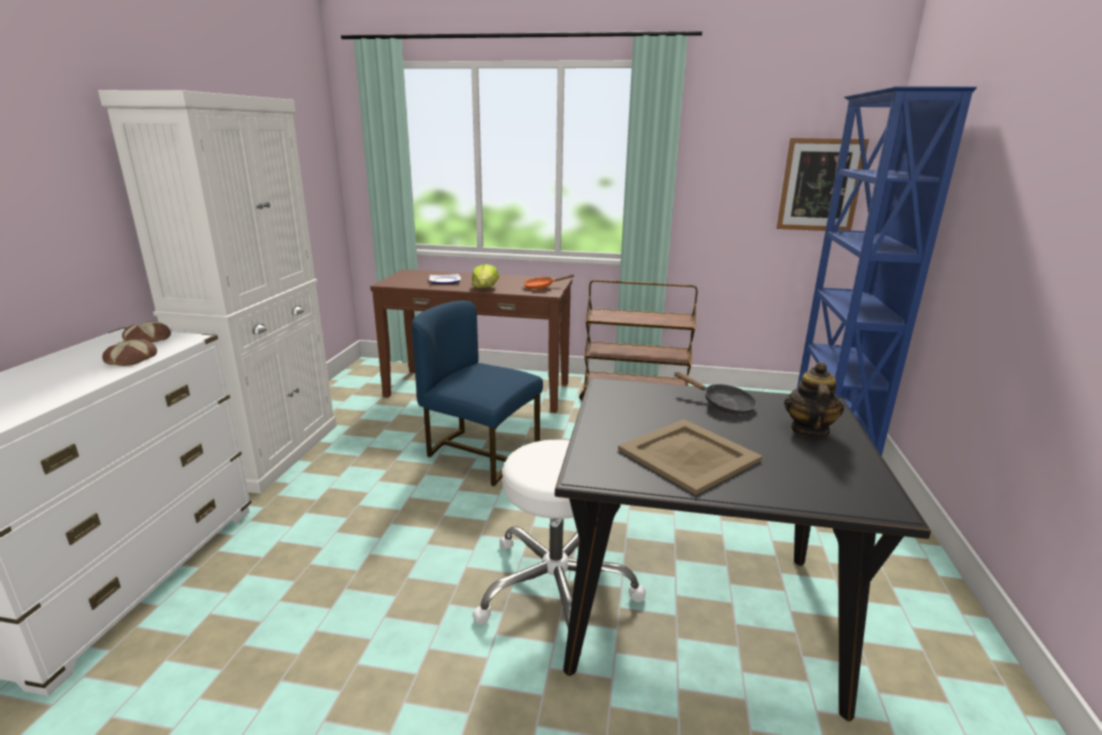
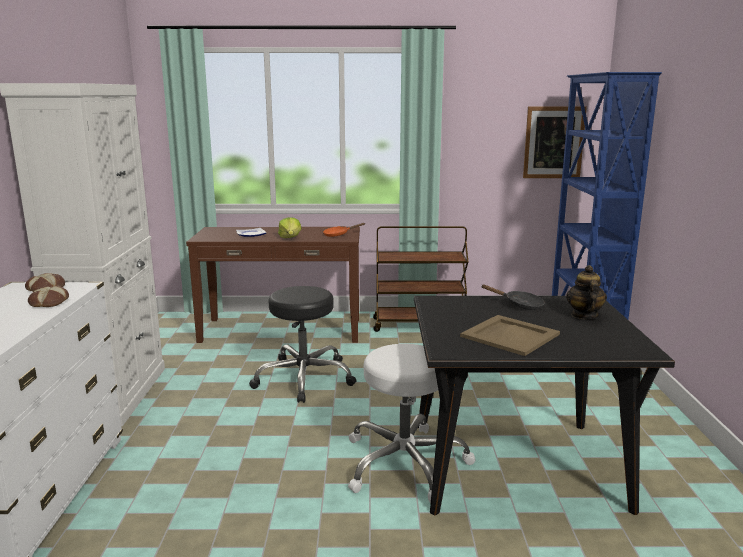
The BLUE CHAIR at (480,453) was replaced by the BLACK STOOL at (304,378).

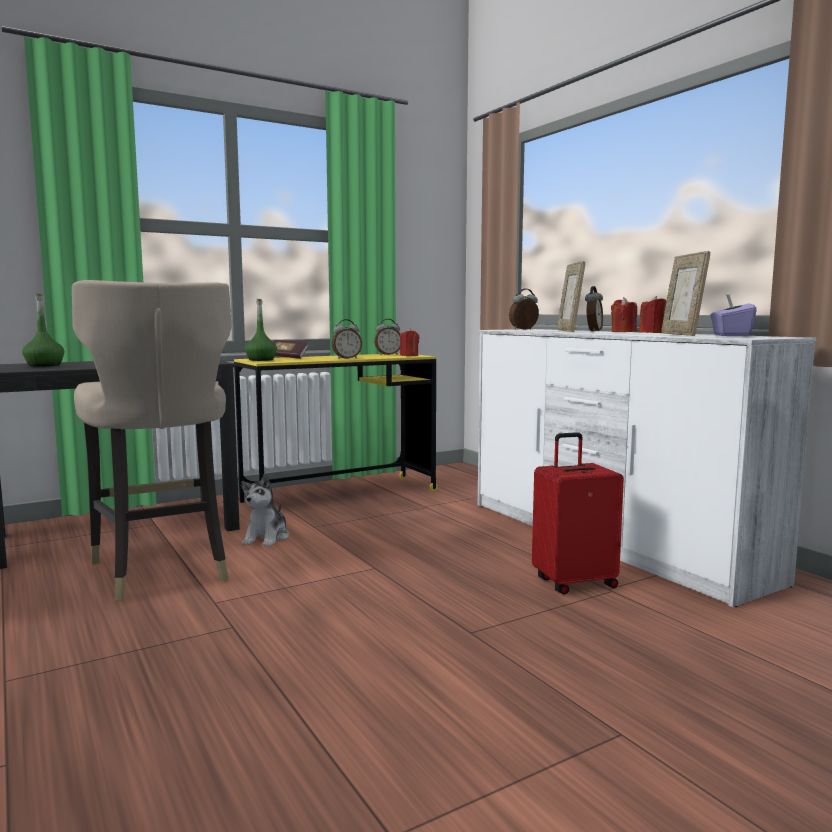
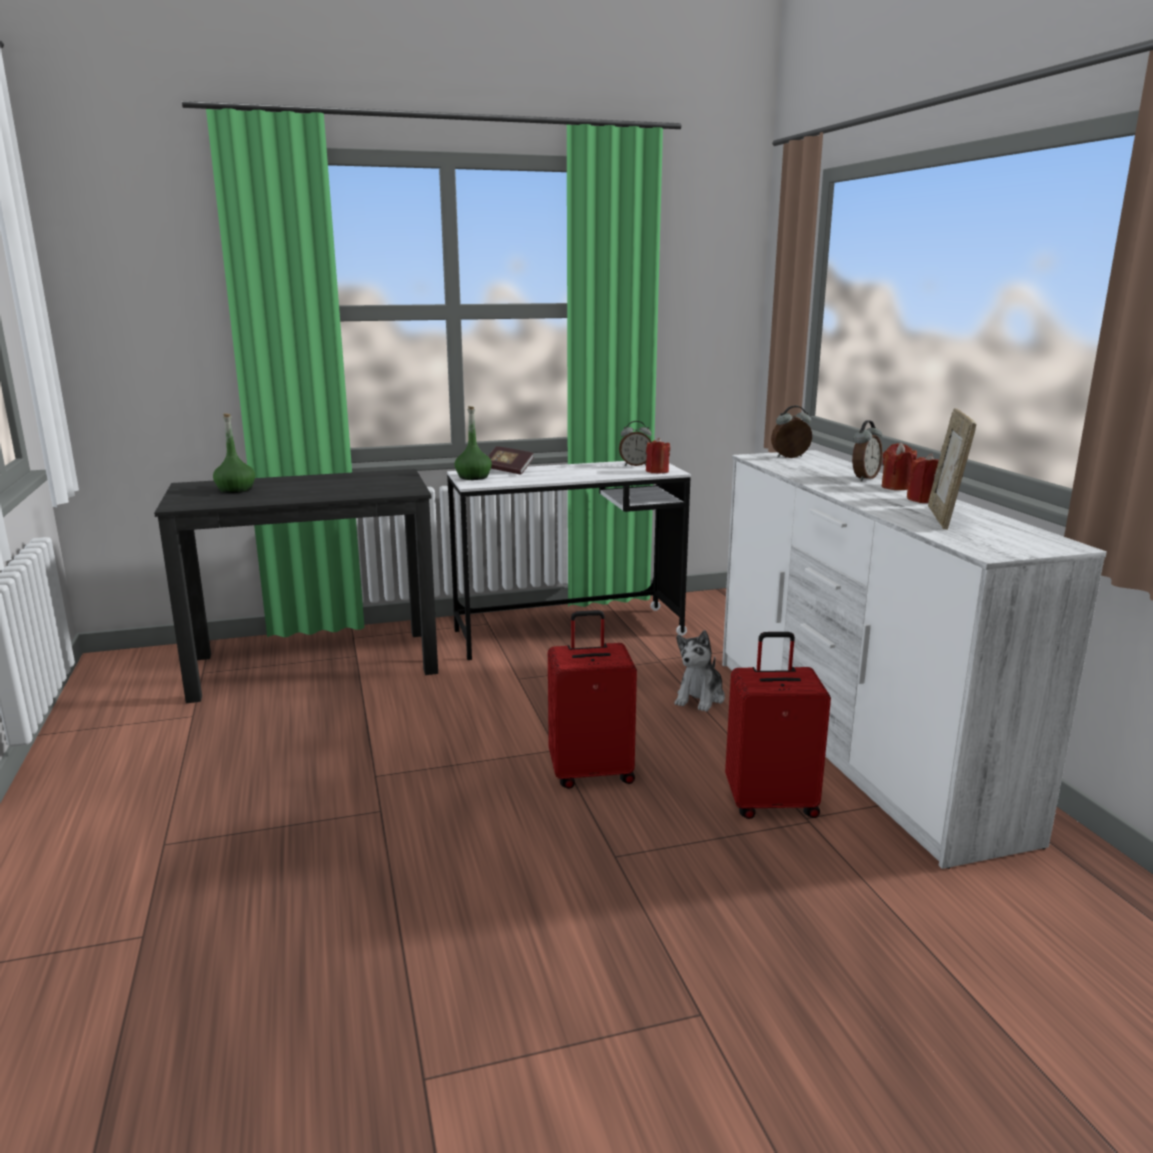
The BEIGE STOOL at (162,569) disappeared. The ALARM CLOCK at (346,358) disappeared. The PICTURE FRAME at (569,331) disappeared. The PURPLE TISSUE BOX at (730,335) disappeared. The RED SUITCASE at (591,772) appeared. The PLUSH TOY moved from (267,538) to (700,698). The YELLOW DESK at (340,496) became the WHITE DESK at (569,632).

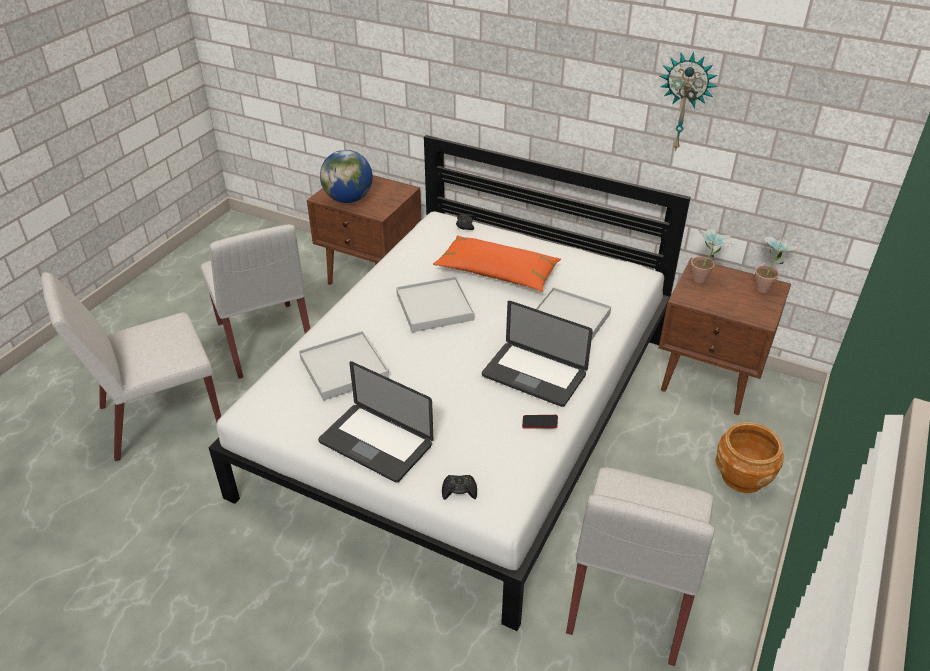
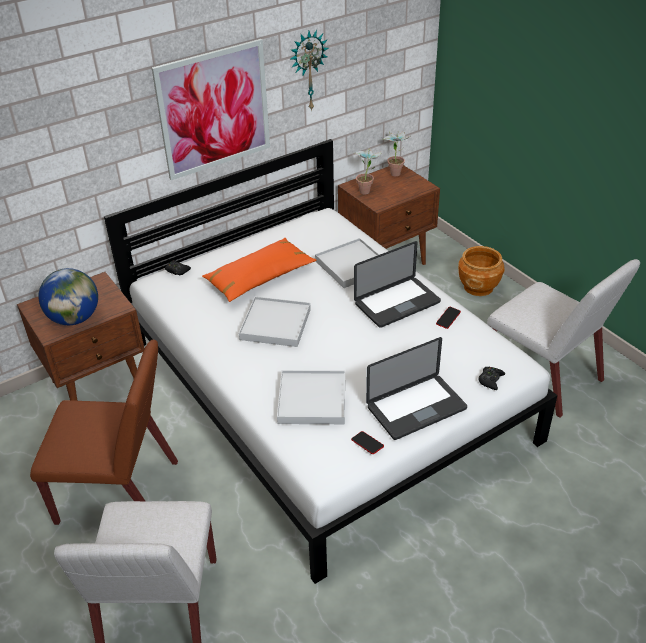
The PICTURE at (214,110) appeared. The PHONE at (367,444) appeared. The WHITE CHAIR at (266,341) became the BROWN CHAIR at (120,492).

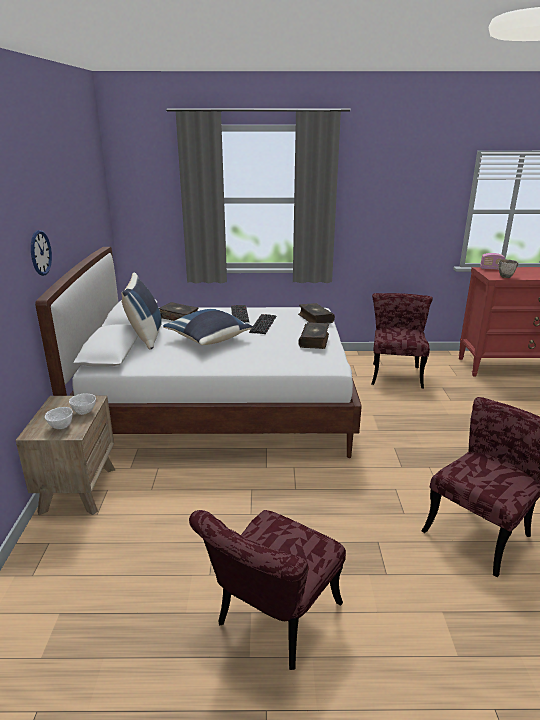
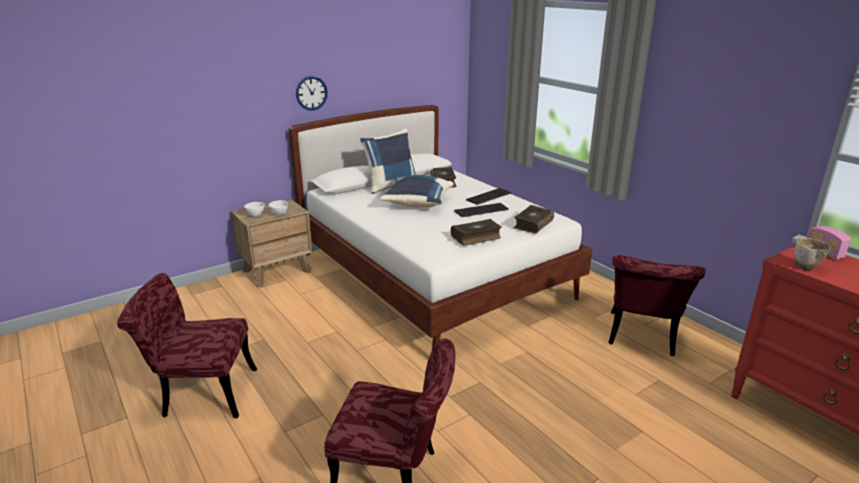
The RED CHAIR at (396,372) turned 135 degrees clockwise.

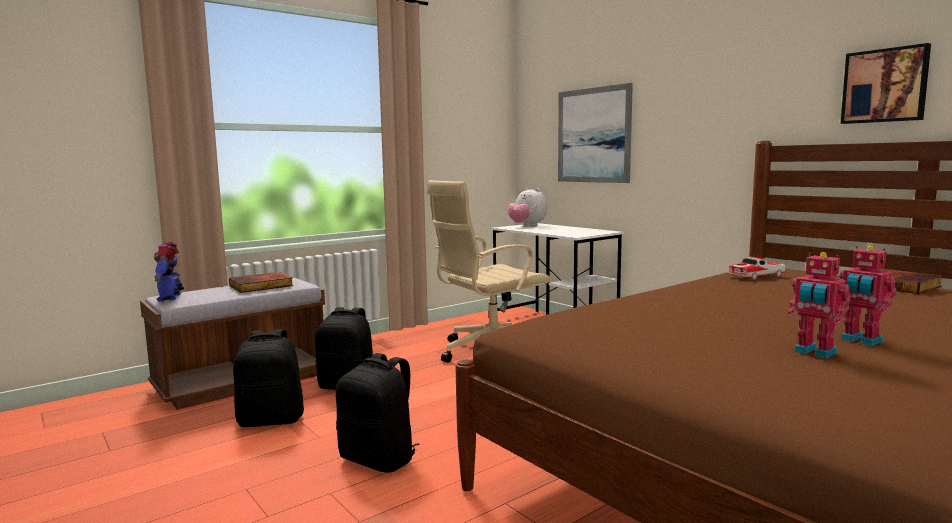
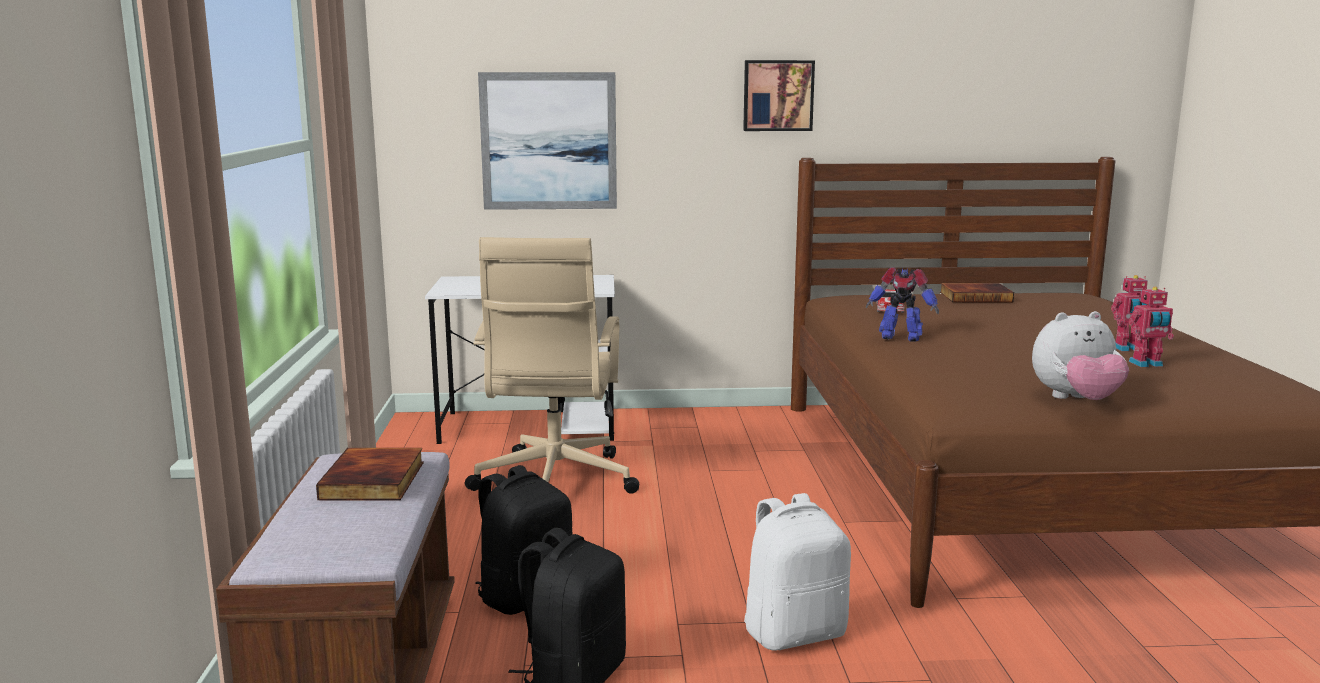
The TOY ROBOT moved from (171,297) to (900,337). The PLUSH TOY moved from (527,226) to (1076,400). The PICTURE moved from (885,86) to (778,95). The BLACK BACKPACK at (379,459) became the WHITE BACKPACK at (794,633).

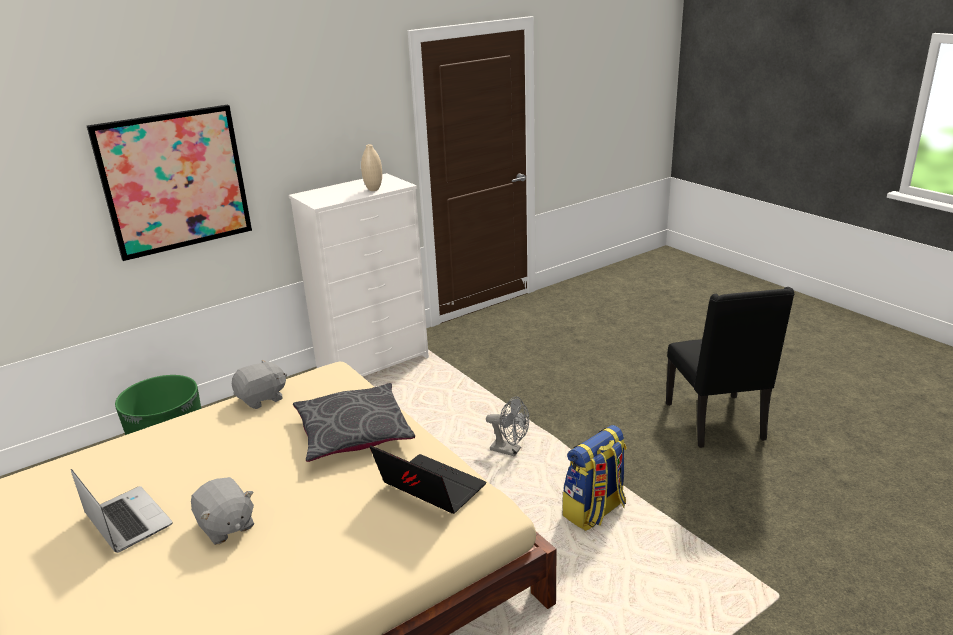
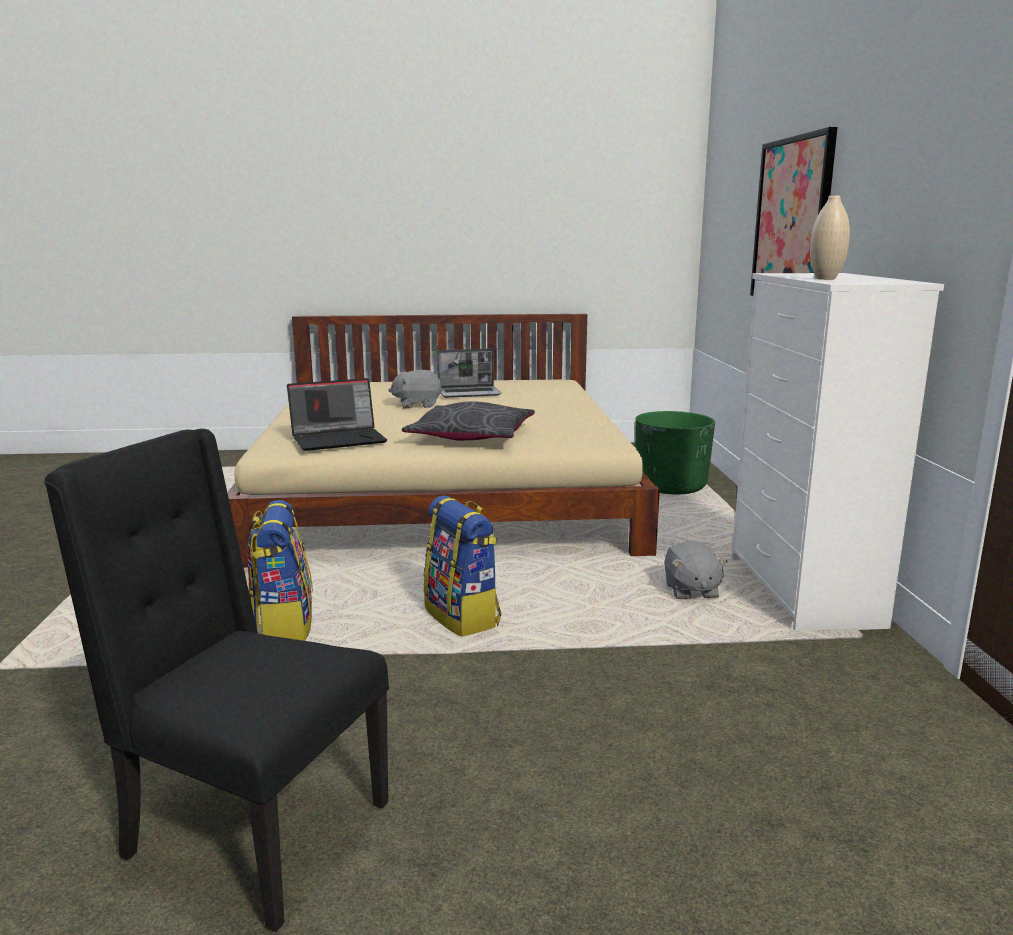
The GREY PLUSH TOY moved from (262,398) to (691,591). The GREY FAN at (510,450) was replaced by the BACKPACK at (463,617).

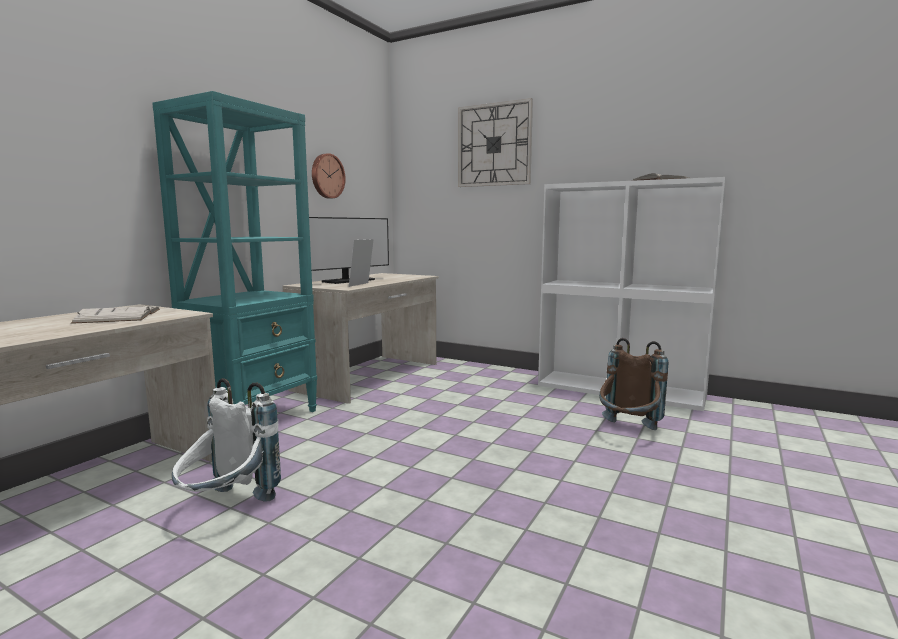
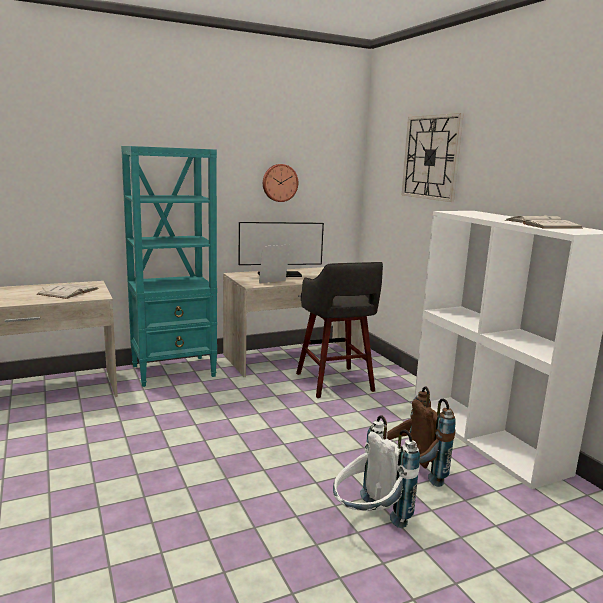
The GREY STOOL at (335,383) appeared. The WHITE BACKPACK moved from (227,508) to (368,521).

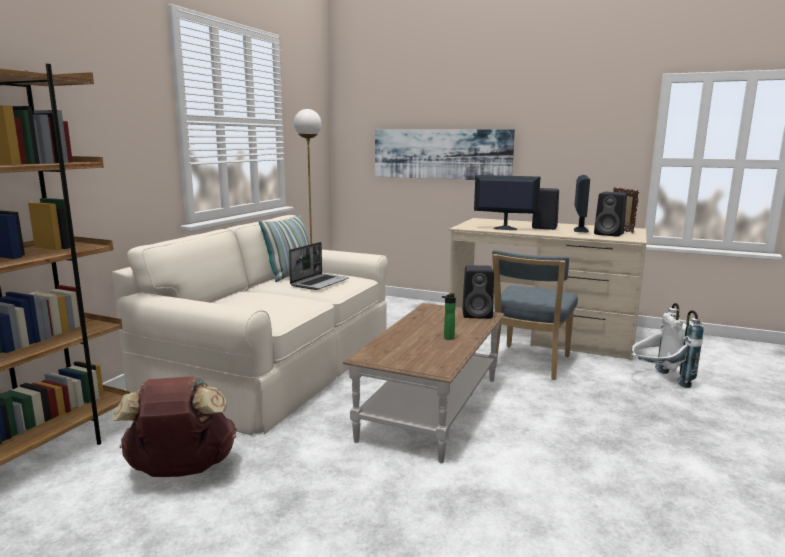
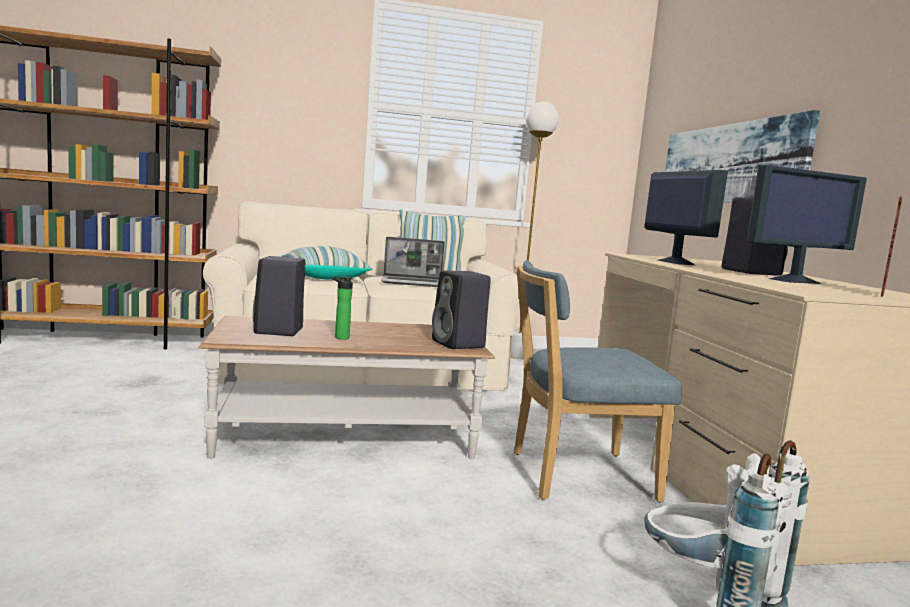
The BROWN BACKPACK at (181,471) disappeared. The PILLOW at (324,277) appeared. The BLACK SPEAKER moved from (610,234) to (279,331).

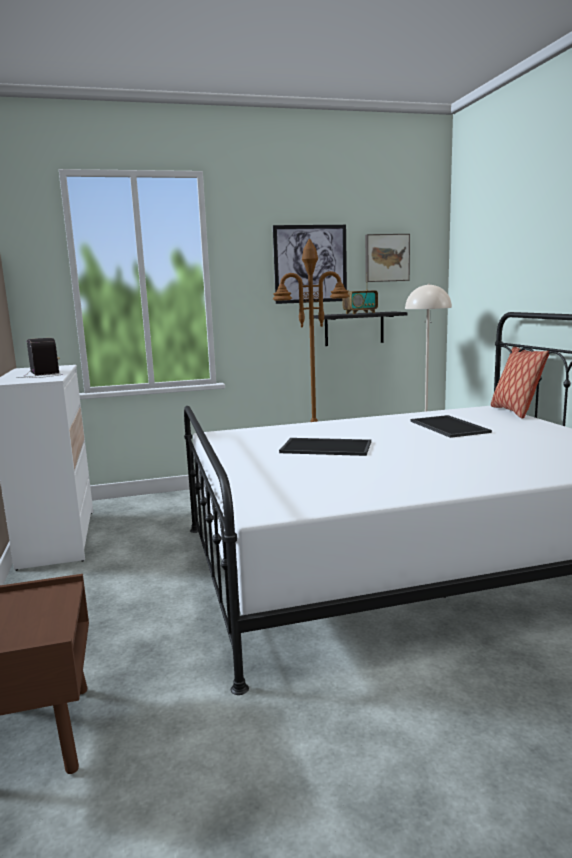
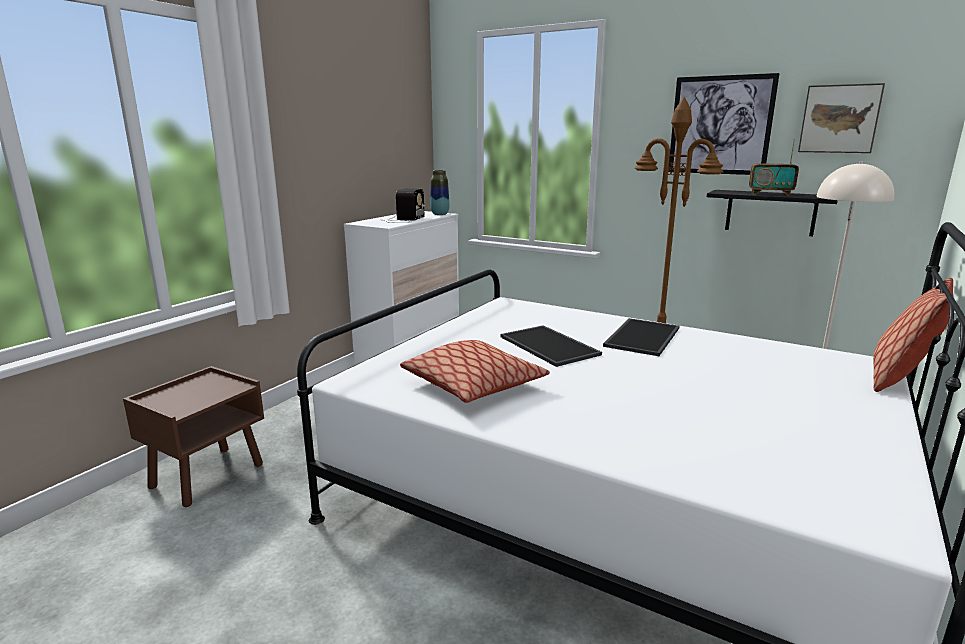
The PILLOW at (474,385) appeared. The VASE at (440,214) appeared. The TRAY moved from (447,426) to (641,336).

